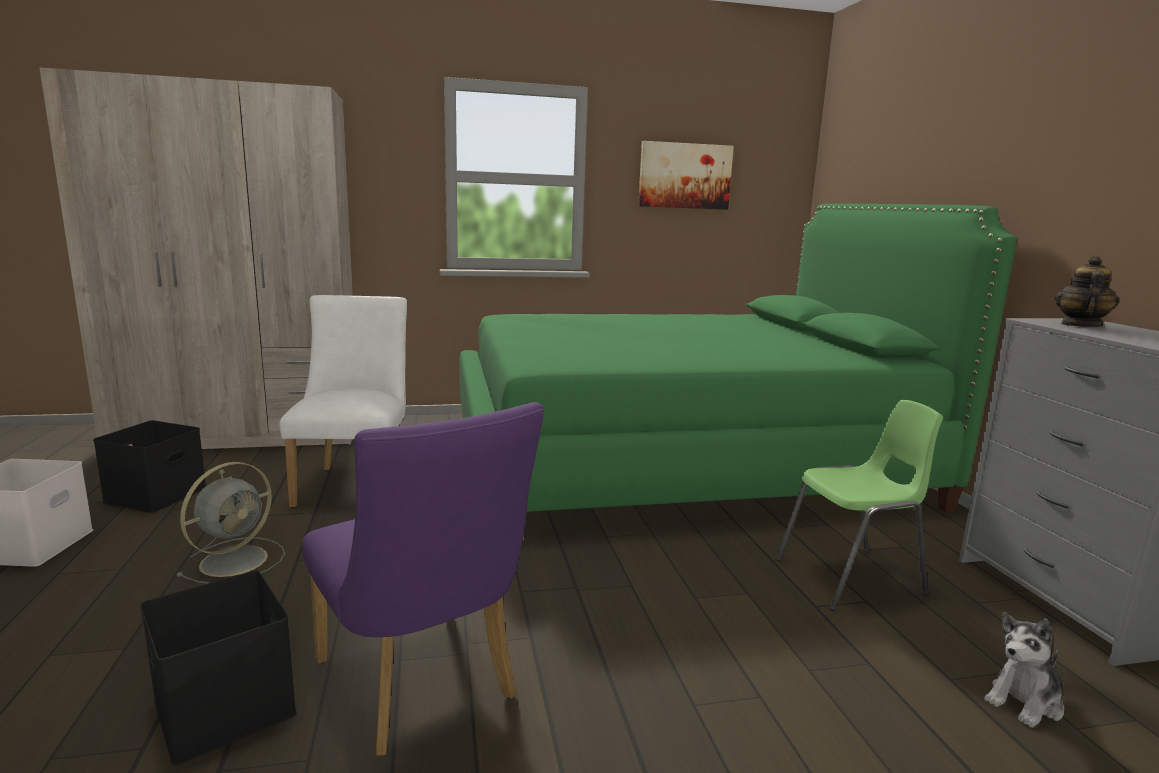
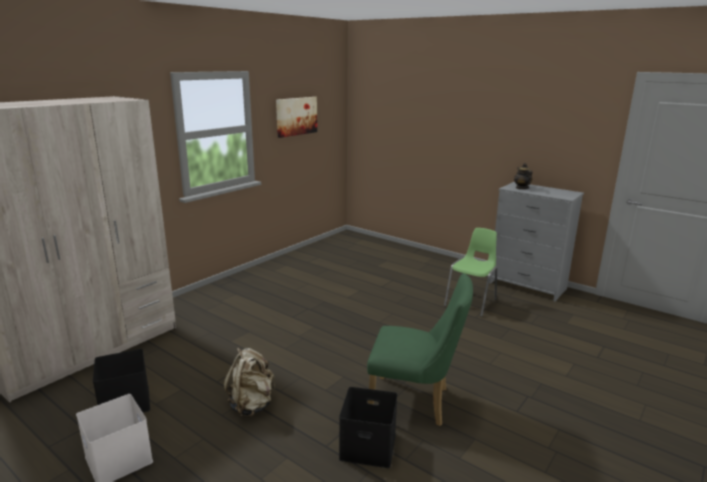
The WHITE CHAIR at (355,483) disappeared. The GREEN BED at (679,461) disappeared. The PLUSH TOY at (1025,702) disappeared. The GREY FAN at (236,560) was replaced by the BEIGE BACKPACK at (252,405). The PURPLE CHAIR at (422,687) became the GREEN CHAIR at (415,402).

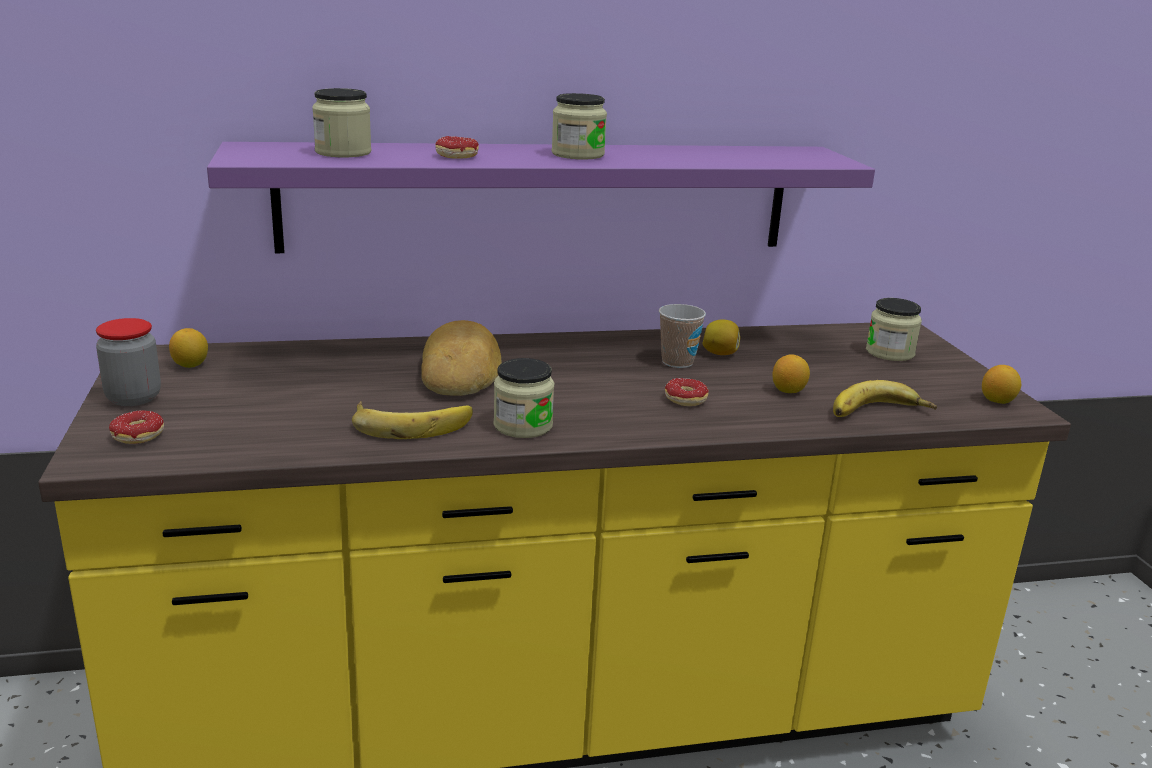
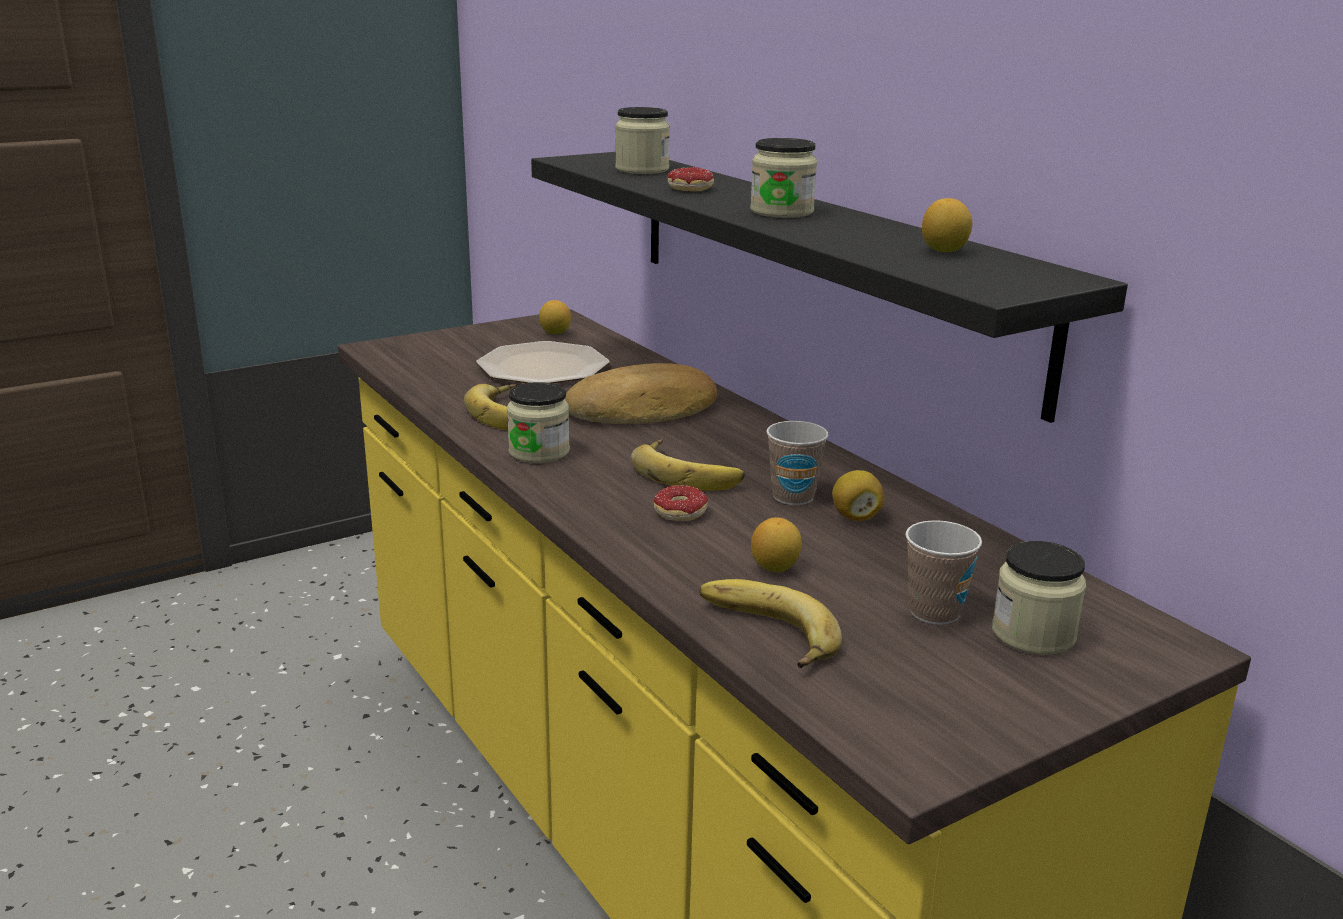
The JAR at (133,398) disappeared. The DONUT at (144,438) disappeared. The PLATE at (541,367) appeared. The BANANA at (689,472) appeared. The CUP at (934,612) appeared. The LEMON moved from (997,401) to (944,251). The PURPLE SHELF at (539,197) became the BLACK SHELF at (818,264).

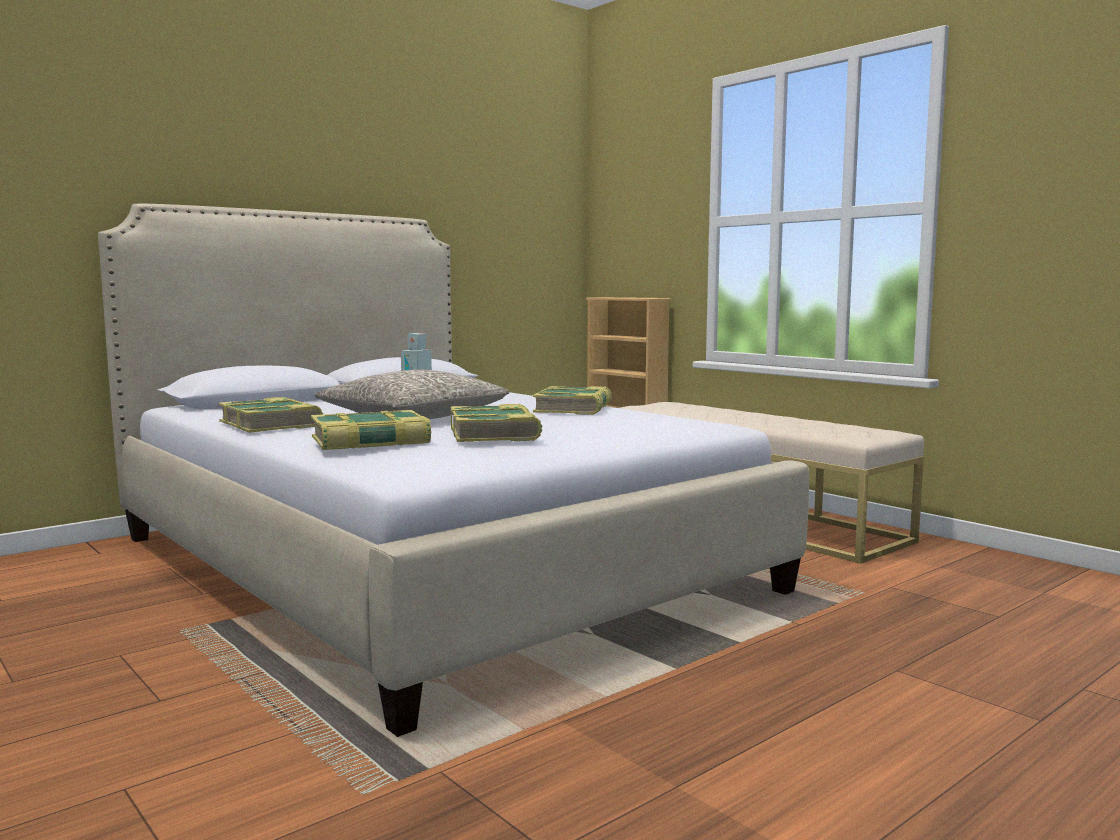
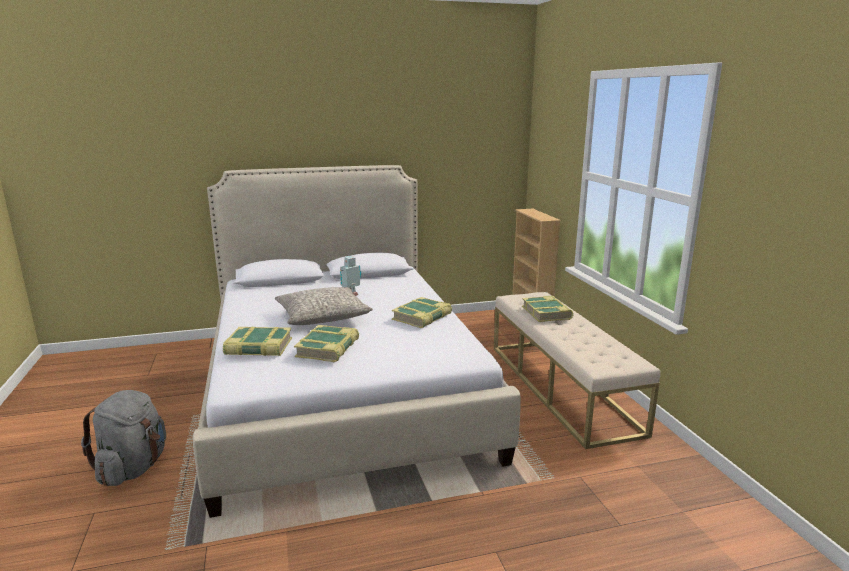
The GREY BACKPACK at (133,468) appeared. The BOOK moved from (271,424) to (547,313).

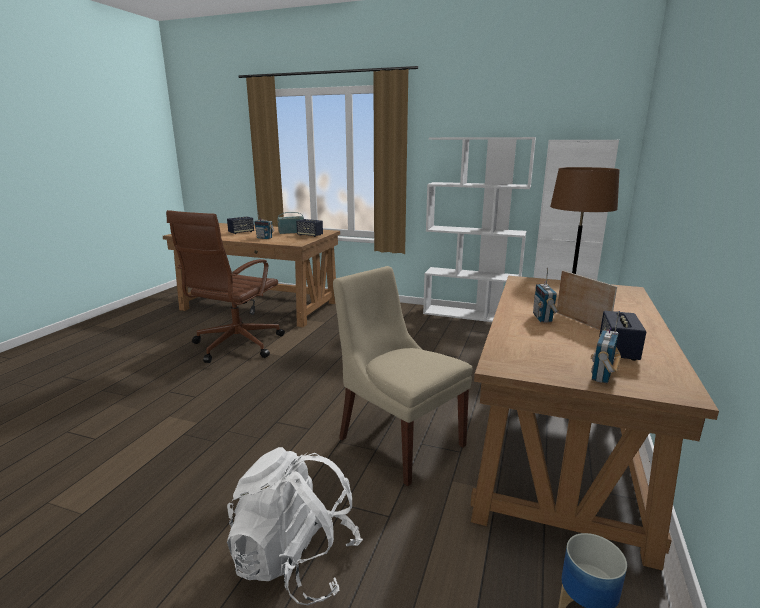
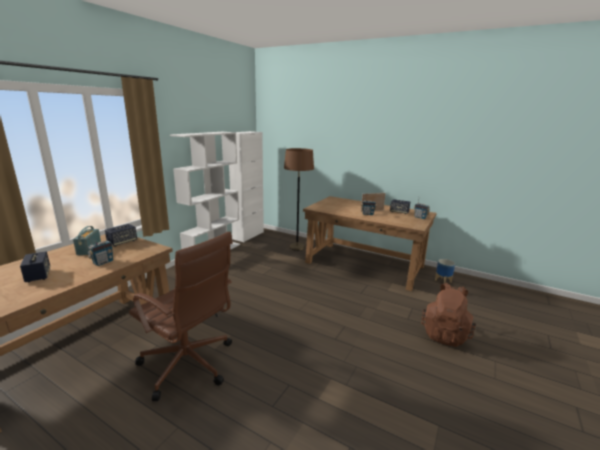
The BEIGE CHAIR at (398,440) disappeared. The WHITE BACKPACK at (296,561) became the BROWN BACKPACK at (445,334).

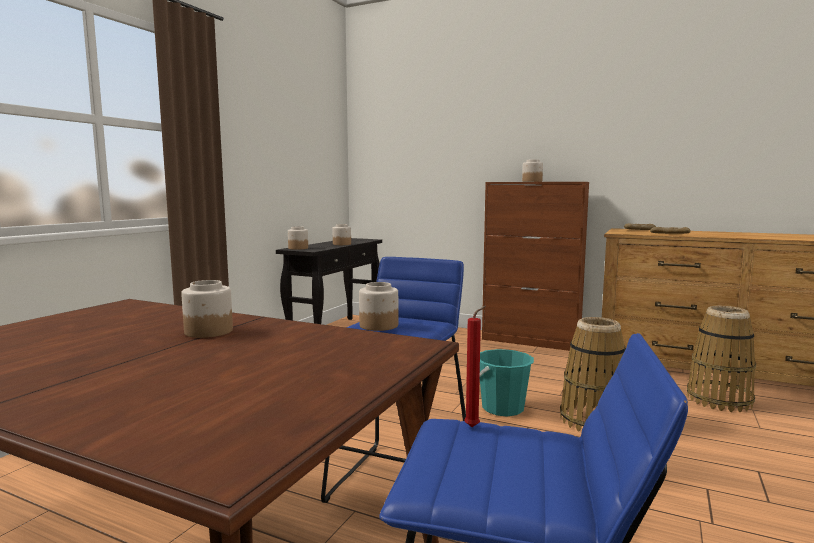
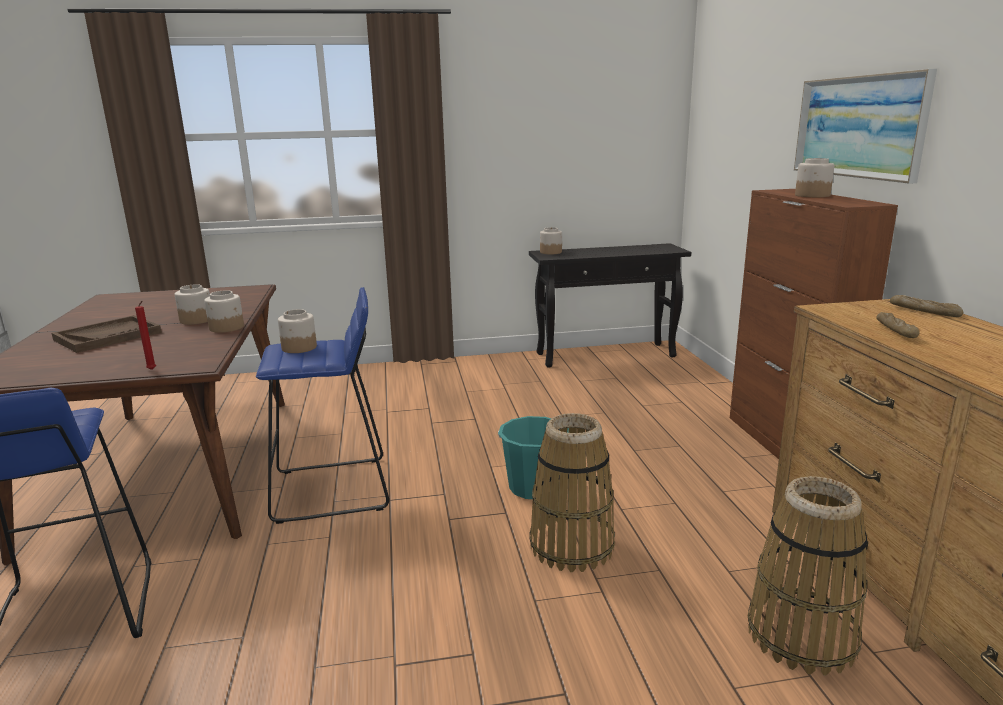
The BROWN TRAY at (108,336) appeared. The PICTURE at (858,126) appeared. The JAR moved from (342,244) to (227,327). The RED CANDLE moved from (474,426) to (152,370).

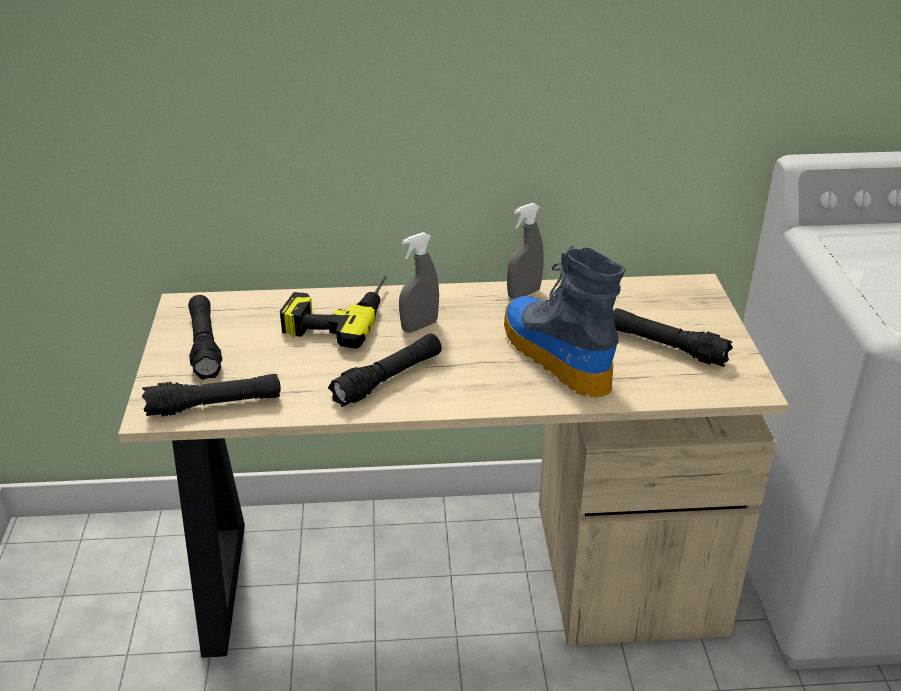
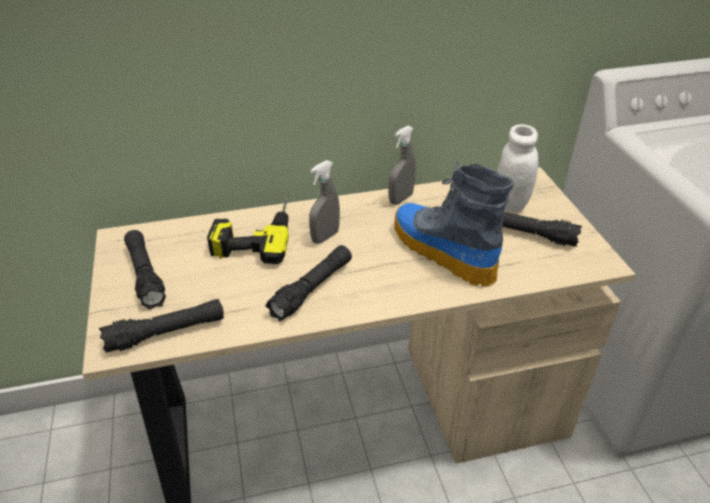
The WHITE JAR at (510,203) appeared.

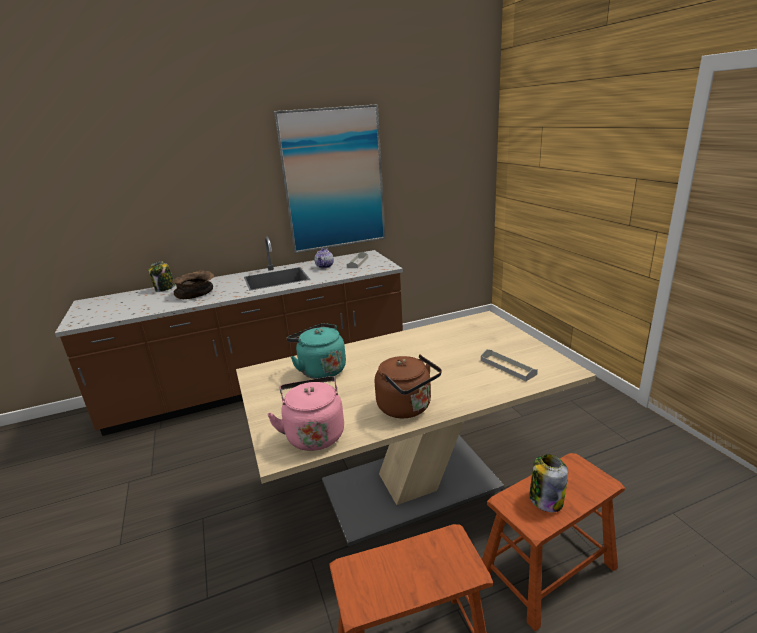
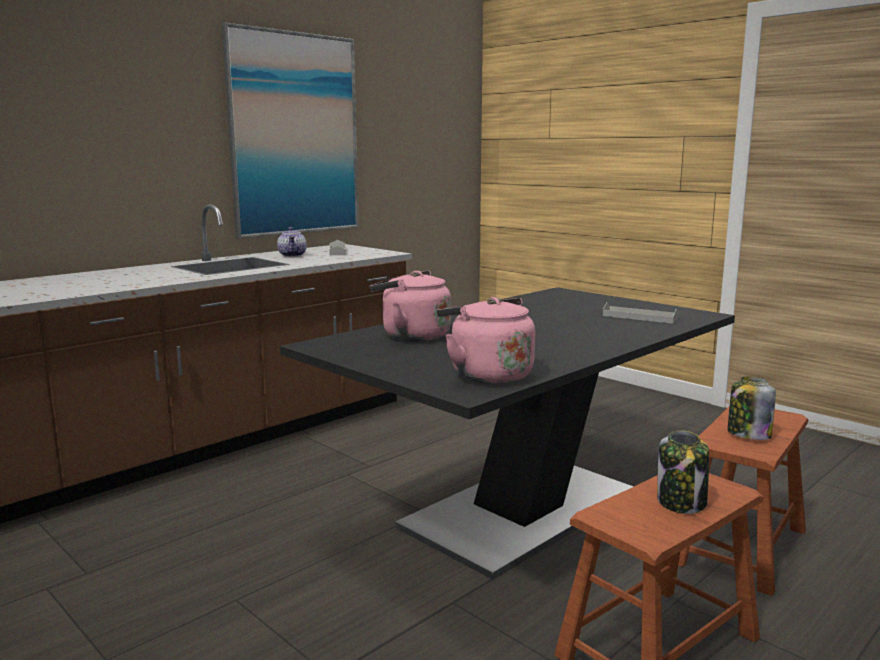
The BROWN BOWL at (196,293) disappeared. The BROWN KETTLE at (407,408) disappeared. The JAR moved from (165,289) to (681,502). The BEIGE DINING TABLE at (410,485) became the BLACK DINING TABLE at (521,509). The TURQUOISE KETTLE at (320,369) became the PINK KETTLE at (411,336).

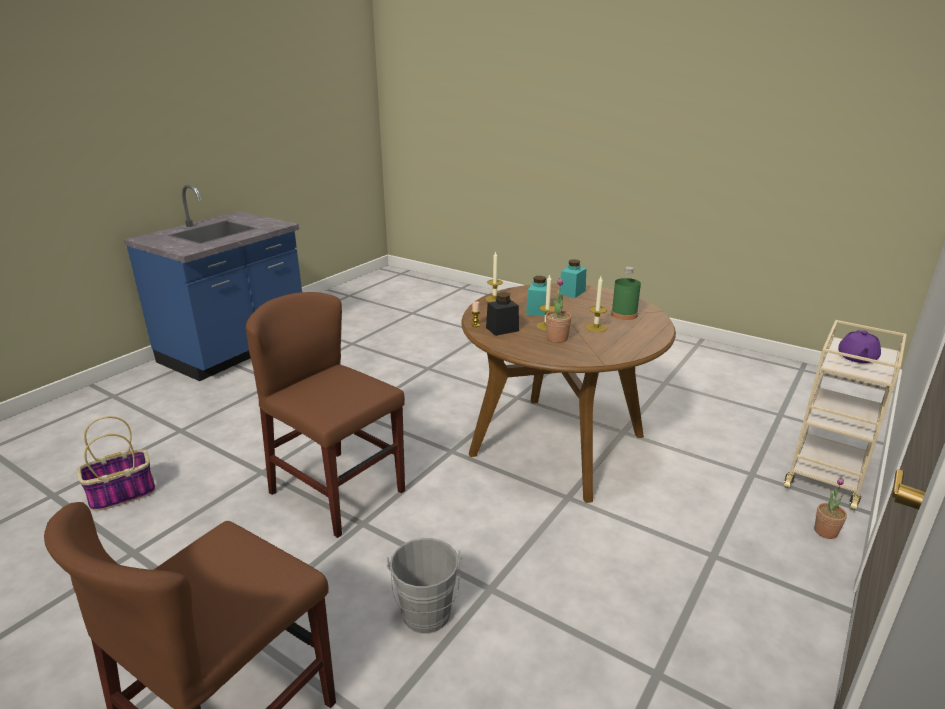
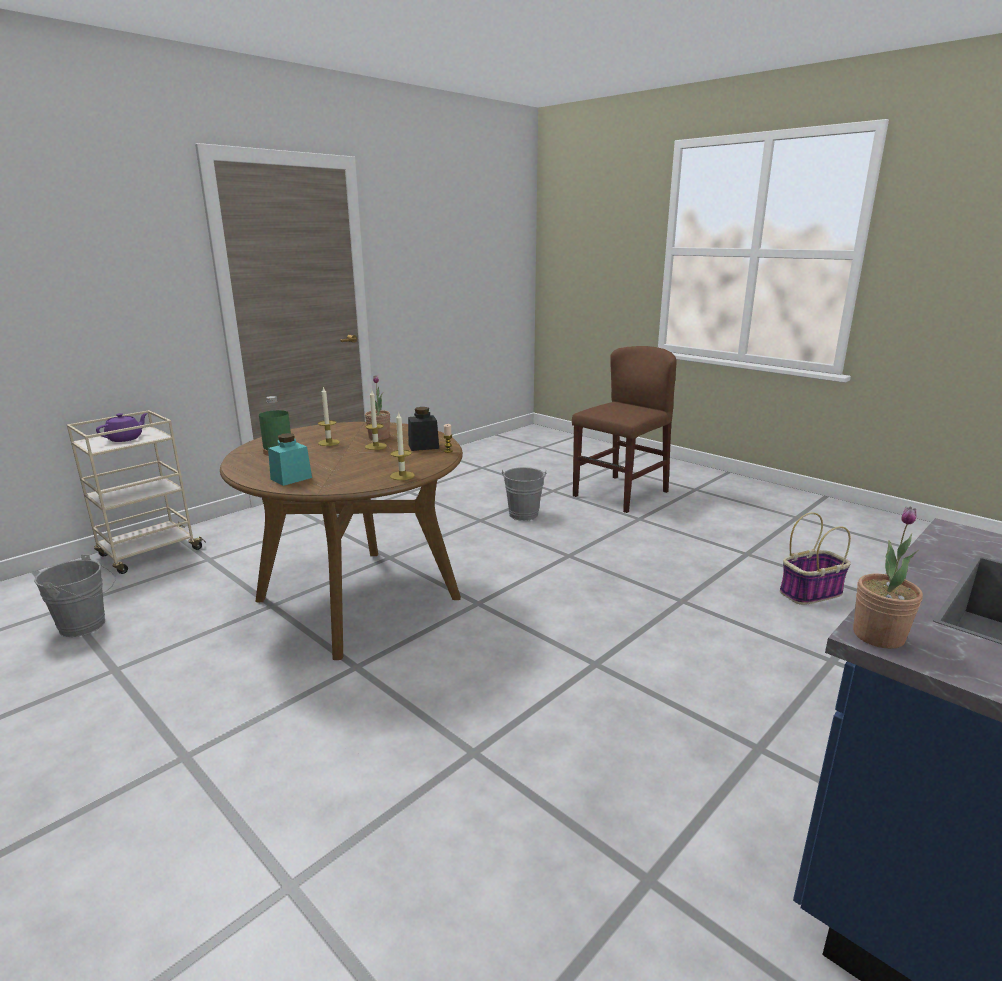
The BROWN CHAIR at (337,492) disappeared. The TURQUOISE JAR at (538,310) disappeared. The GREY BUCKET at (87,626) appeared. The POTTED PLANT moved from (825,531) to (878,636).

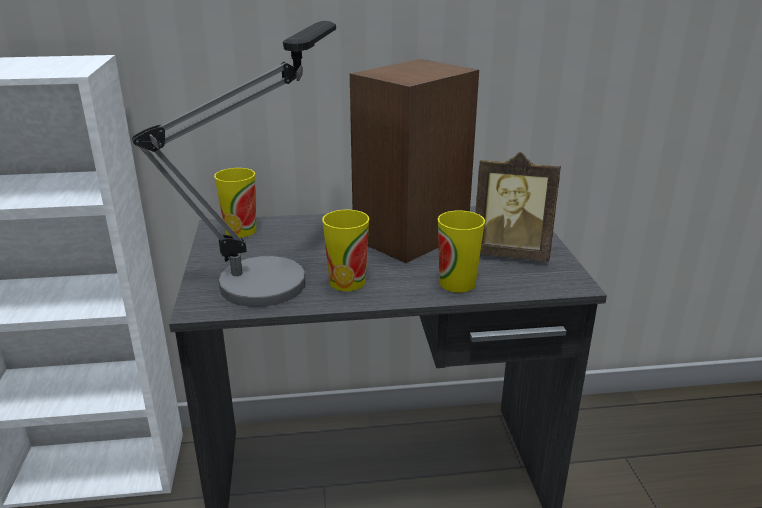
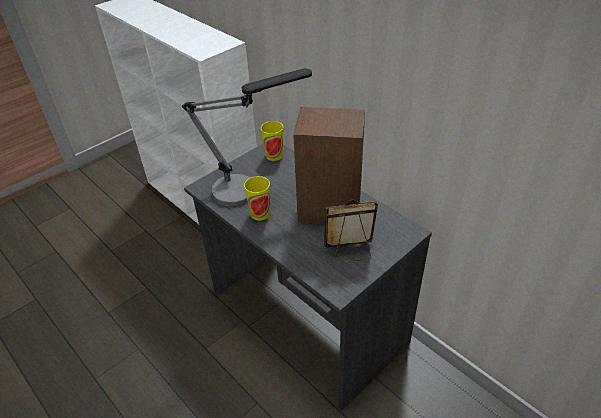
The CUP at (457,283) disappeared. The PICTURE FRAME at (510,253) turned 105 degrees clockwise.

